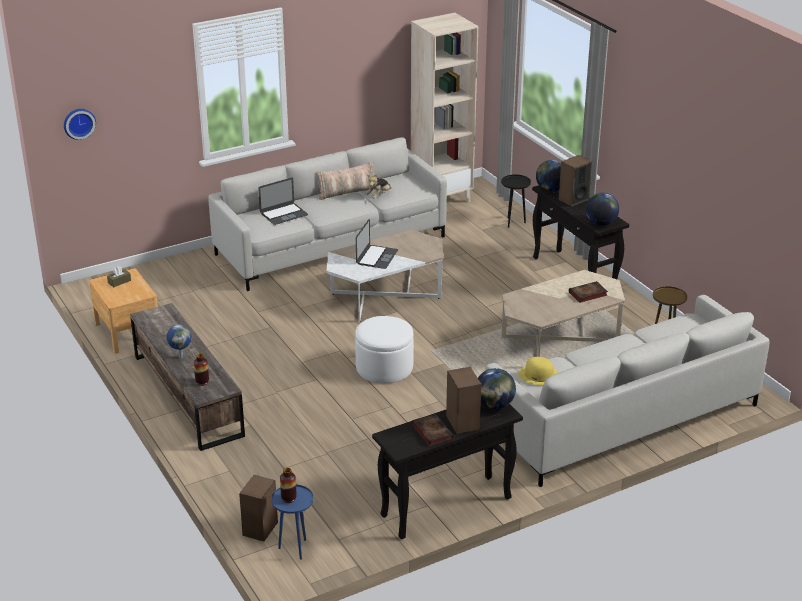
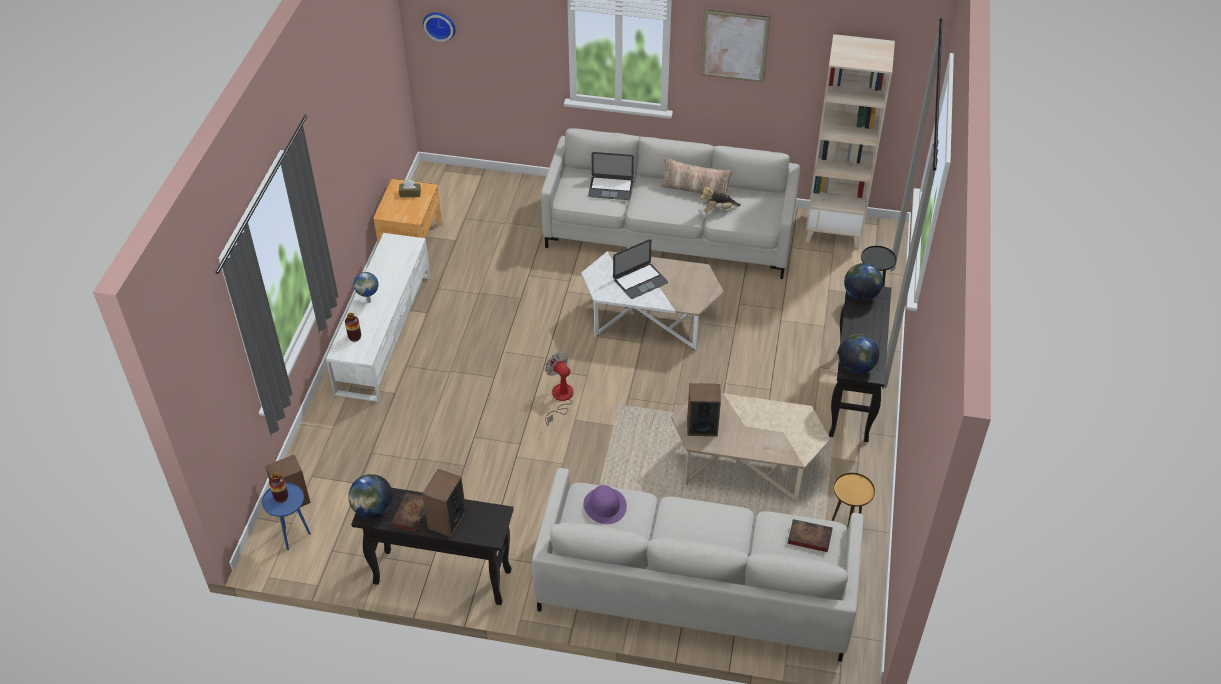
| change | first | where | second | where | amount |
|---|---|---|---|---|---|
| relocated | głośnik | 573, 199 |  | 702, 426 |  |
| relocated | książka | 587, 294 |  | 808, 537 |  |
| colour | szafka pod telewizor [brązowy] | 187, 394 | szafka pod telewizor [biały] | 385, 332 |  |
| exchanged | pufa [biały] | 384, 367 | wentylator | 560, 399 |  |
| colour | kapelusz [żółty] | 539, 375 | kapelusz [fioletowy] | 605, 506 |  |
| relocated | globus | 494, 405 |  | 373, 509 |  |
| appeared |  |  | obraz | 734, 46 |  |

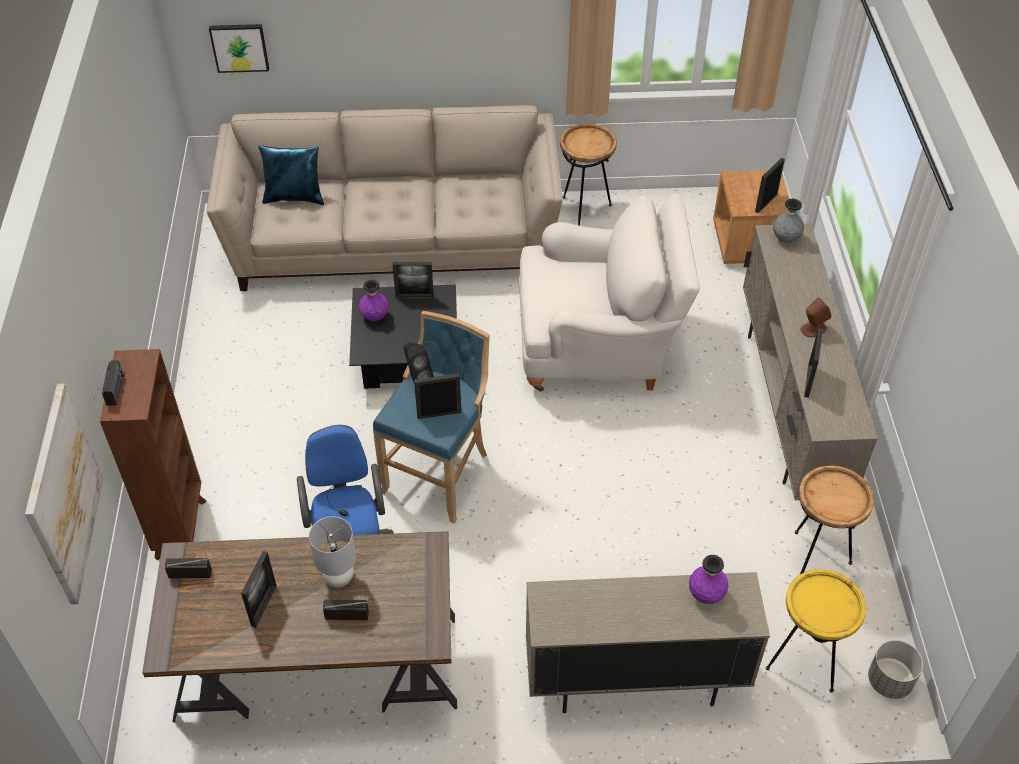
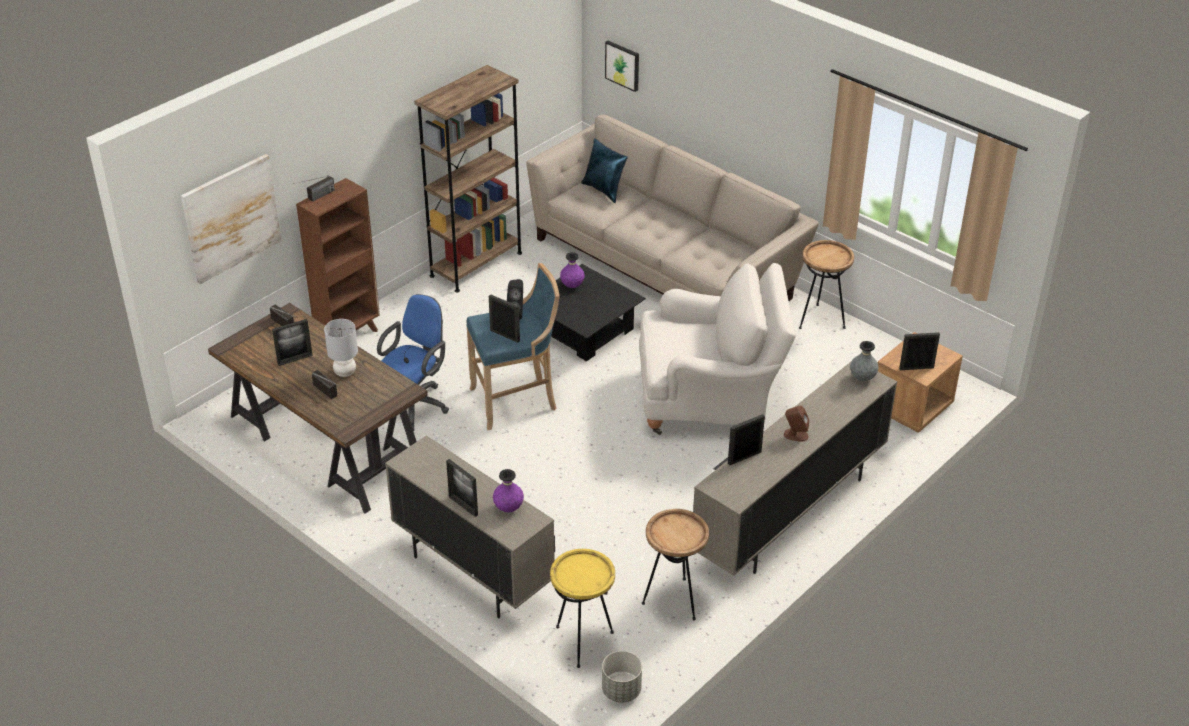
| change | first | where | second | where | amount |
|---|---|---|---|---|---|
| spun | fotel [biały] | 599, 347 |  | 710, 401 | 45 degrees counterclockwise |
| relocated | ramka na zdjęcie | 414, 297 |  | 463, 506 |  |
| appeared |  |  | regał [brązowy] | 476, 264 |  |

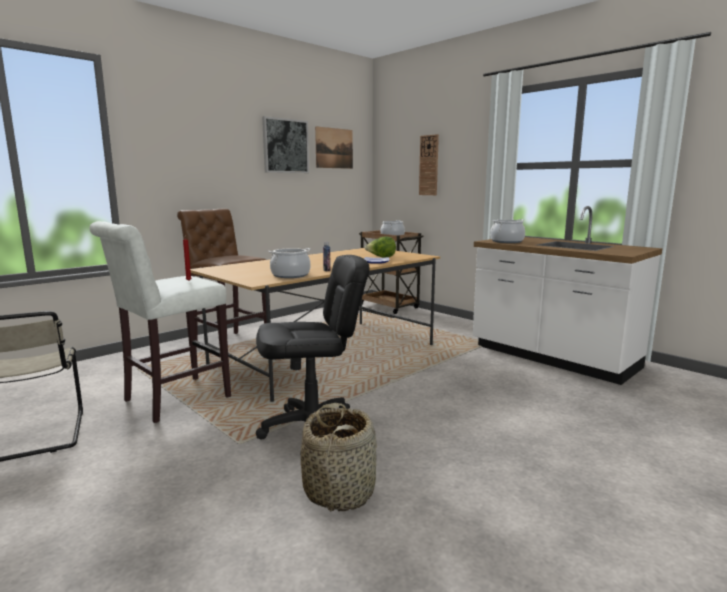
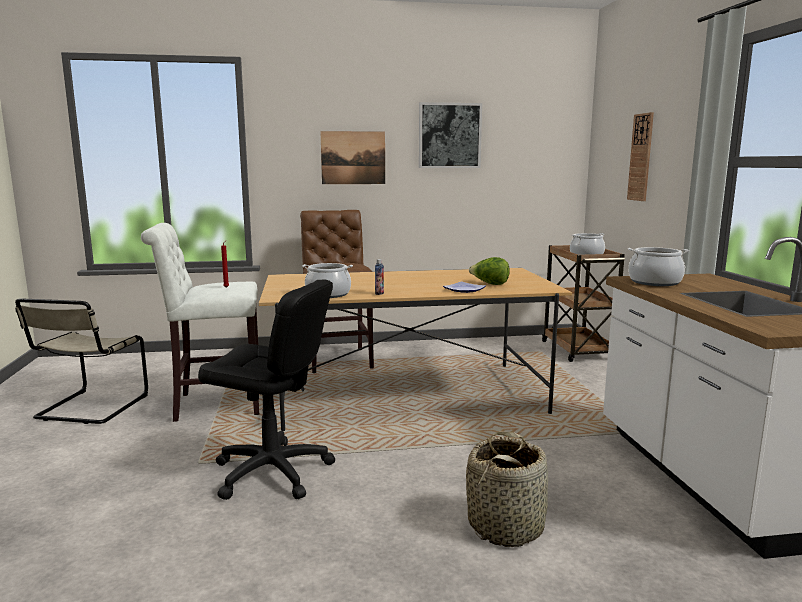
| change | first | where | second | where | amount |
|---|---|---|---|---|---|
| relocated | obraz | 334, 148 |  | 353, 158 |  |
| relocated | koszyk | 339, 490 |  | 506, 526 |  |

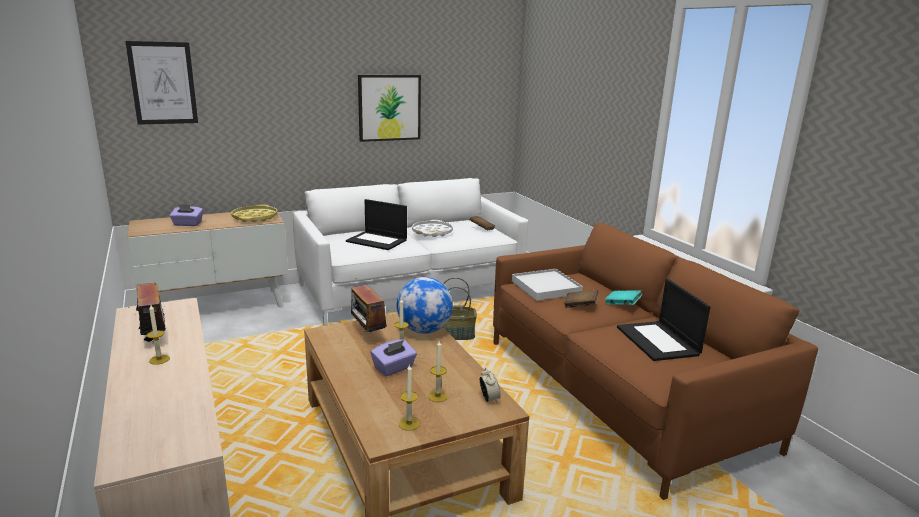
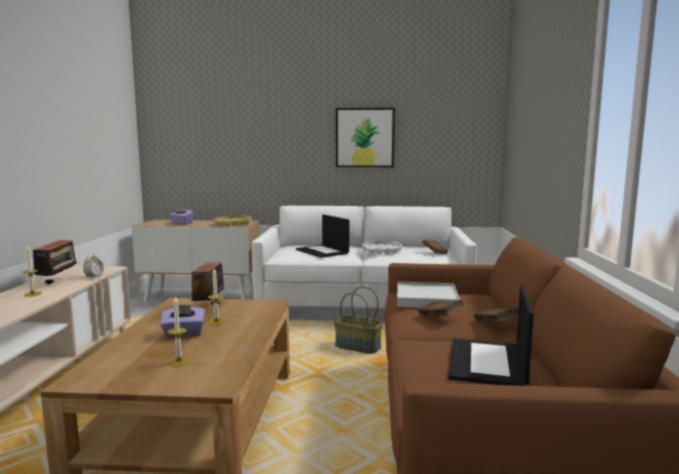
| change | first | where | second | where | amount |
|---|---|---|---|---|---|
| missing | obraz | 163, 83 |  |  |  |
| missing | globus | 424, 330 |  |  |  |
| colour | książka [turkusowy] | 622, 305 | książka [brązowy] | 494, 324 |  |
| missing | świeca | 409, 424 |  |  |  |
| relocated | budzik | 489, 399 |  | 94, 277 |  |

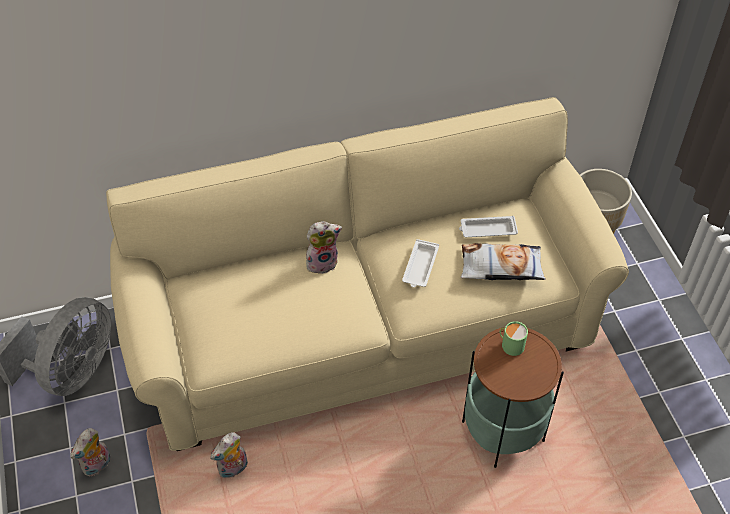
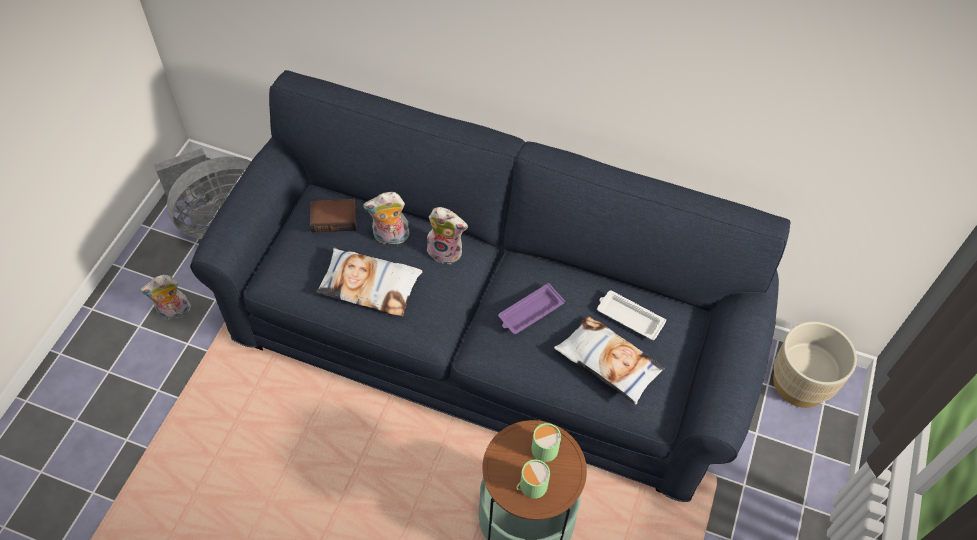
| change | first | where | second | where | amount |
|---|---|---|---|---|---|
| colour | kanapa [beżowy] | 365, 328 | kanapa [niebieski] | 486, 340 |  |
| colour | taca [biały] | 420, 267 | taca [fioletowy] | 530, 312 |  |
| relocated | pluszak | 233, 469 |  | 390, 237 |  |
| appeared |  |  | książka | 334, 218 |  |
| appeared |  |  | poduszka | 370, 285 |  |
| appeared |  |  | kubek [zielony] | 530, 486 |  |

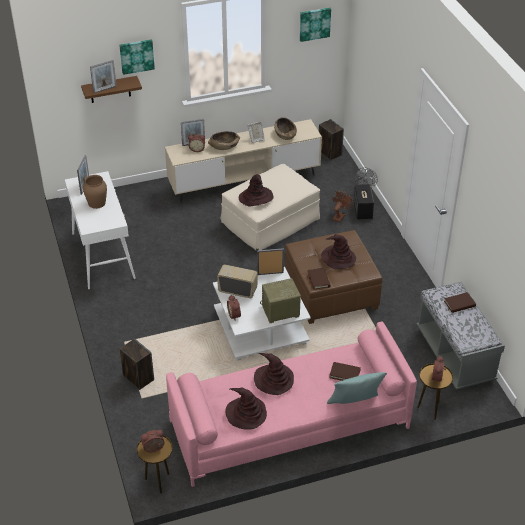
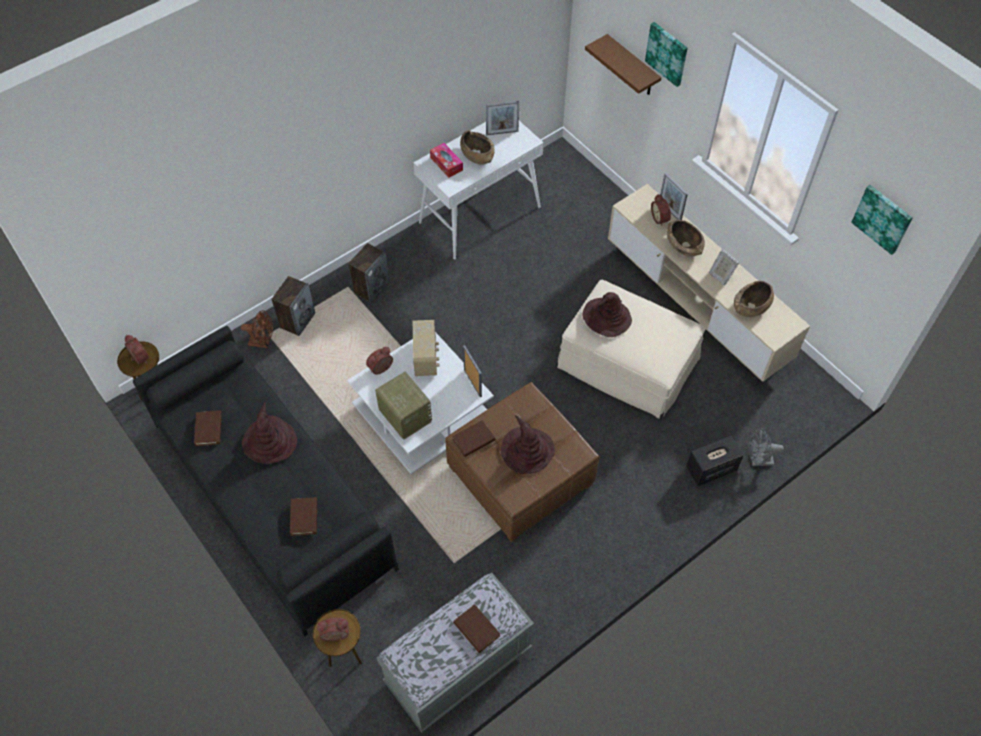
| change | first | where | second | where | amount |
|---|---|---|---|---|---|
| missing | ramka na zdjęcie | 105, 89 |  |  |  |
| relocated | głośnik | 329, 153 |  | 371, 287 |  |
| exchanged | wazon [brązowy] | 97, 203 | miska [brązowy] | 477, 154 |  |
| relocated | wentylator [brązowy] | 339, 216 |  | 263, 342 |  |
| colour | kanapa [różowy] | 289, 424 | kanapa [czarny] | 272, 495 |  |
| missing | poduszka [turkusowy] | 354, 405 |  |  |  |
| exchanged | kapelusz [brązowy] | 246, 413 | książka [brązowy] | 208, 429 |  |
| appeared |  |  | pudełko chusteczek | 446, 164 |  |

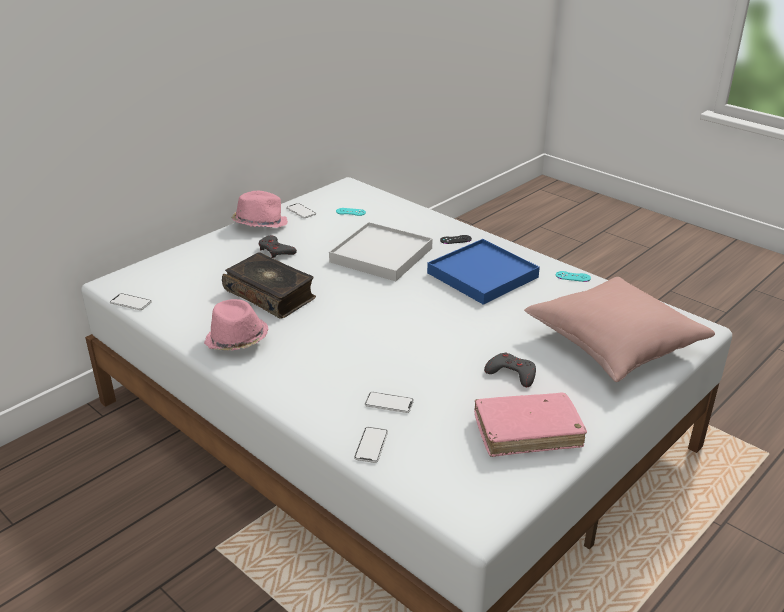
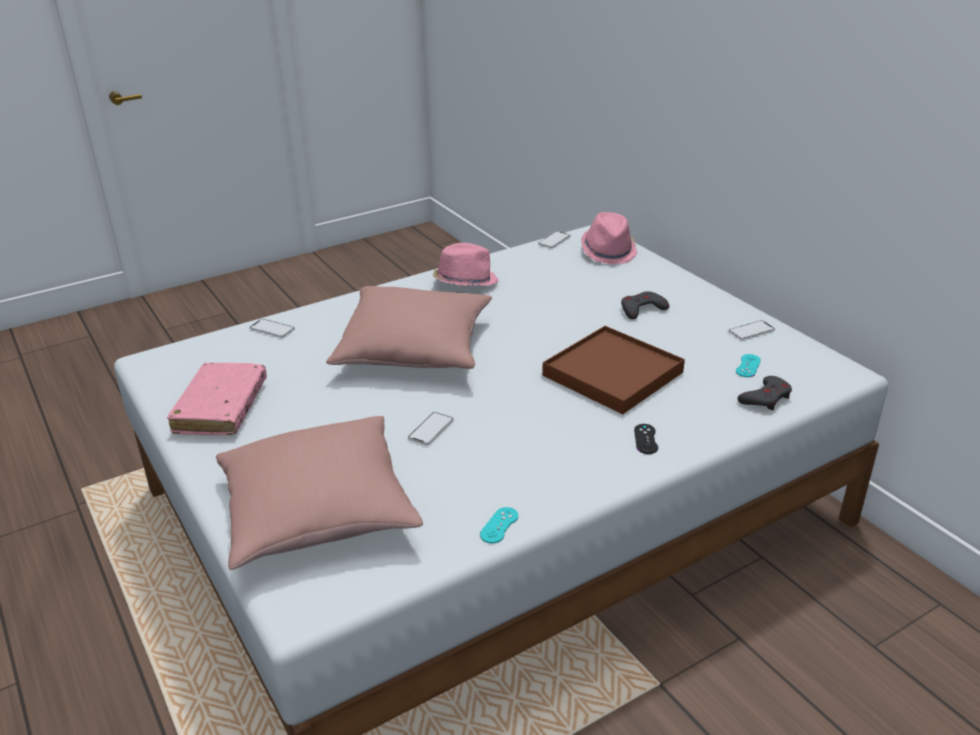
| change | first | where | second | where | amount |
|---|---|---|---|---|---|
| relocated | kapelusz [różowy] | 260, 224 |  | 608, 251 |  |
| colour | taca [biały] | 381, 255 | taca [brązowy] | 612, 374 |  |
| missing | taca [niebieski] | 482, 275 |  |  |  |
| missing | książka | 271, 294 |  |  |  |
| relocated | pad do gier [szary] | 511, 373 |  | 766, 398 |  |
| relocated | telefon | 389, 403 |  | 431, 429 |  |
| appeared |  |  | poduszka [różowy] | 414, 348 |  |

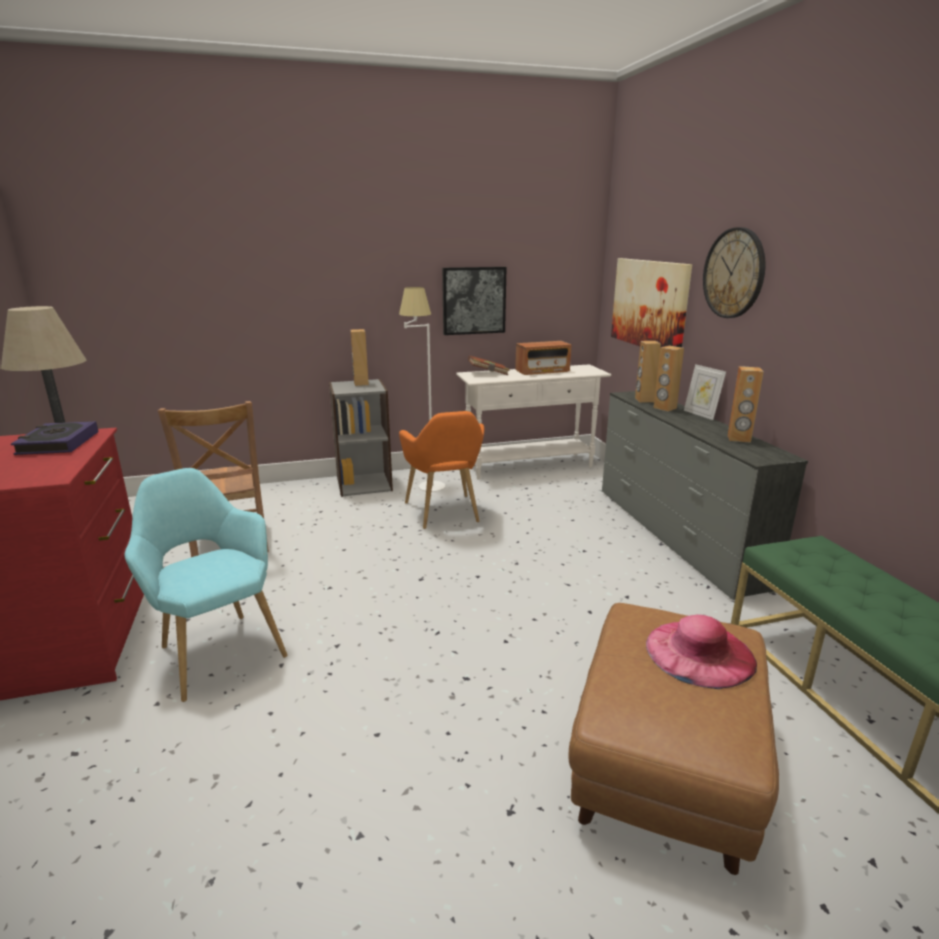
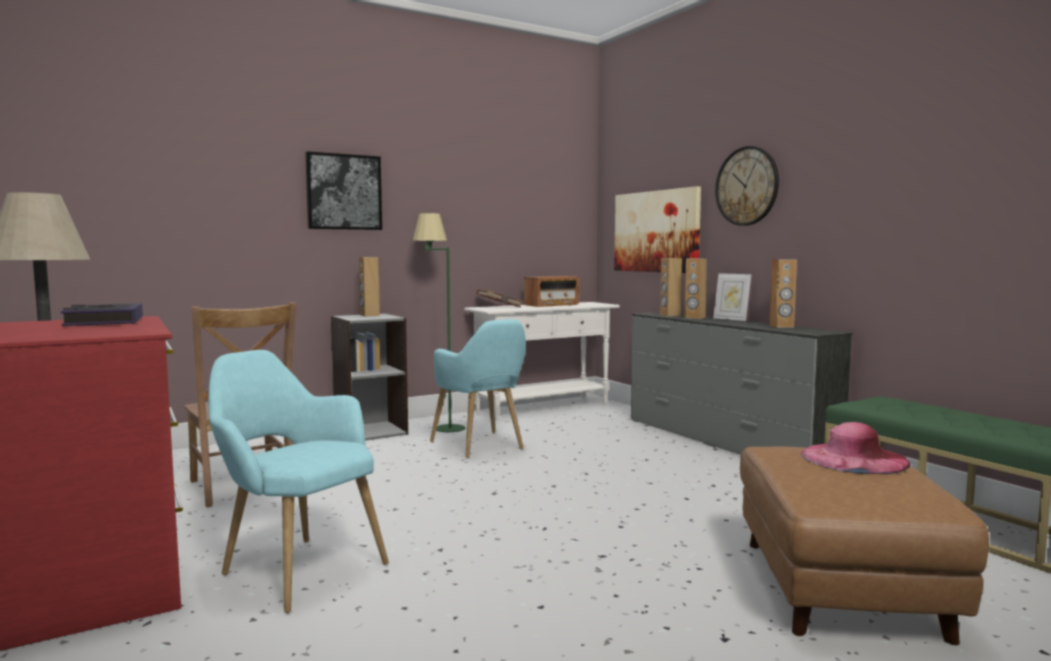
| change | first | where | second | where | amount |
|---|---|---|---|---|---|
| relocated | obraz | 473, 300 |  | 344, 192 |  |
| colour | lampa stojąca [biały] | 424, 482 | lampa stojąca [zielony] | 439, 426 |  |
| colour | fotel [pomarańczowy] | 444, 514 | fotel [turkusowy] | 481, 446 |  |

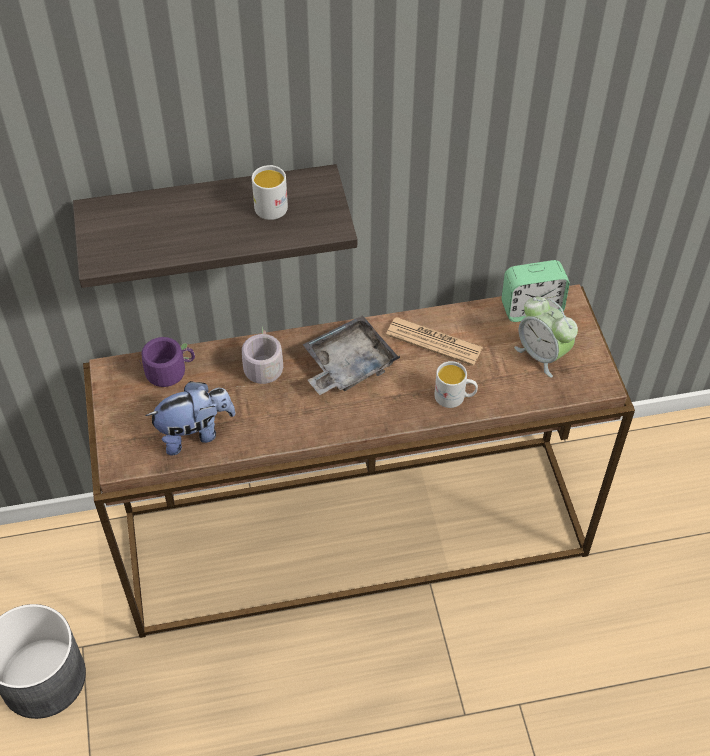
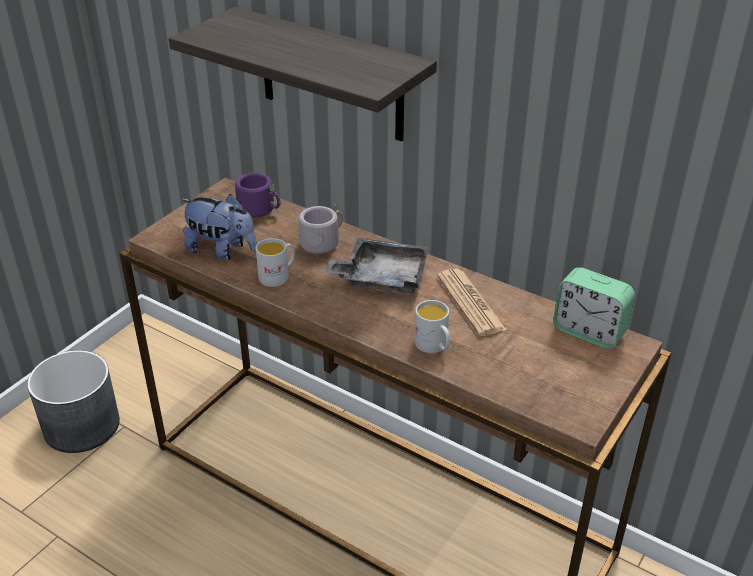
| change | first | where | second | where | amount |
|---|---|---|---|---|---|
| relocated | kubek [biały] | 271, 204 |  | 278, 276 |  |
| missing | budzik | 542, 355 |  |  |  |

